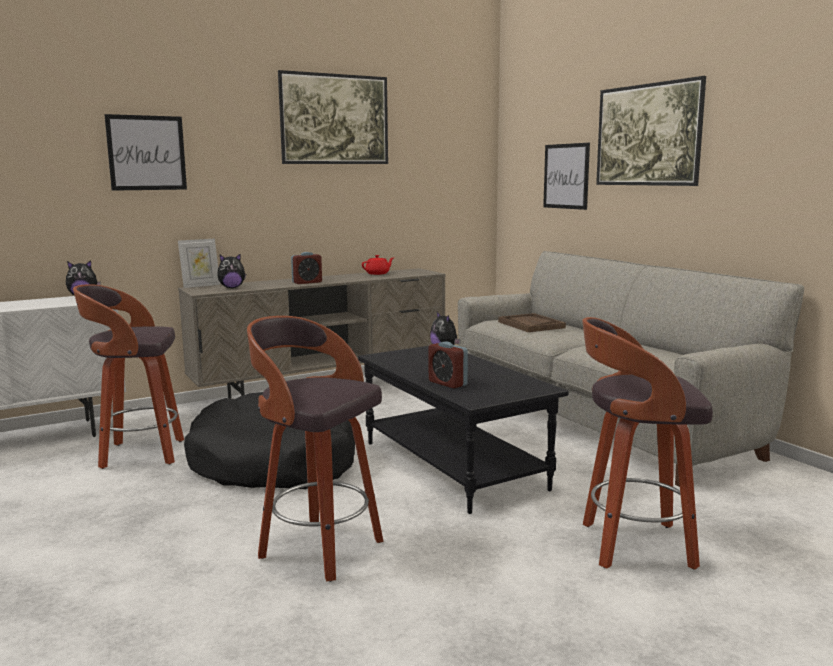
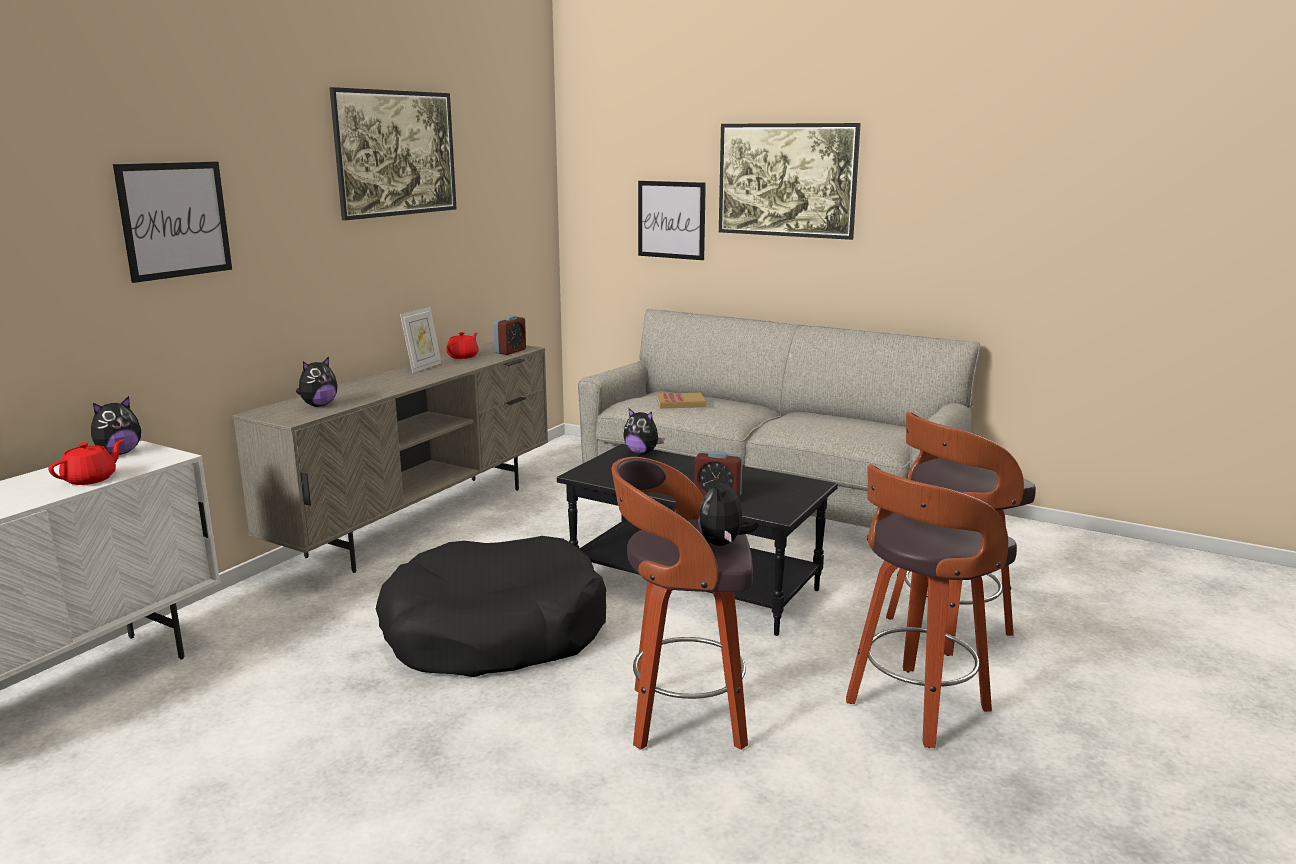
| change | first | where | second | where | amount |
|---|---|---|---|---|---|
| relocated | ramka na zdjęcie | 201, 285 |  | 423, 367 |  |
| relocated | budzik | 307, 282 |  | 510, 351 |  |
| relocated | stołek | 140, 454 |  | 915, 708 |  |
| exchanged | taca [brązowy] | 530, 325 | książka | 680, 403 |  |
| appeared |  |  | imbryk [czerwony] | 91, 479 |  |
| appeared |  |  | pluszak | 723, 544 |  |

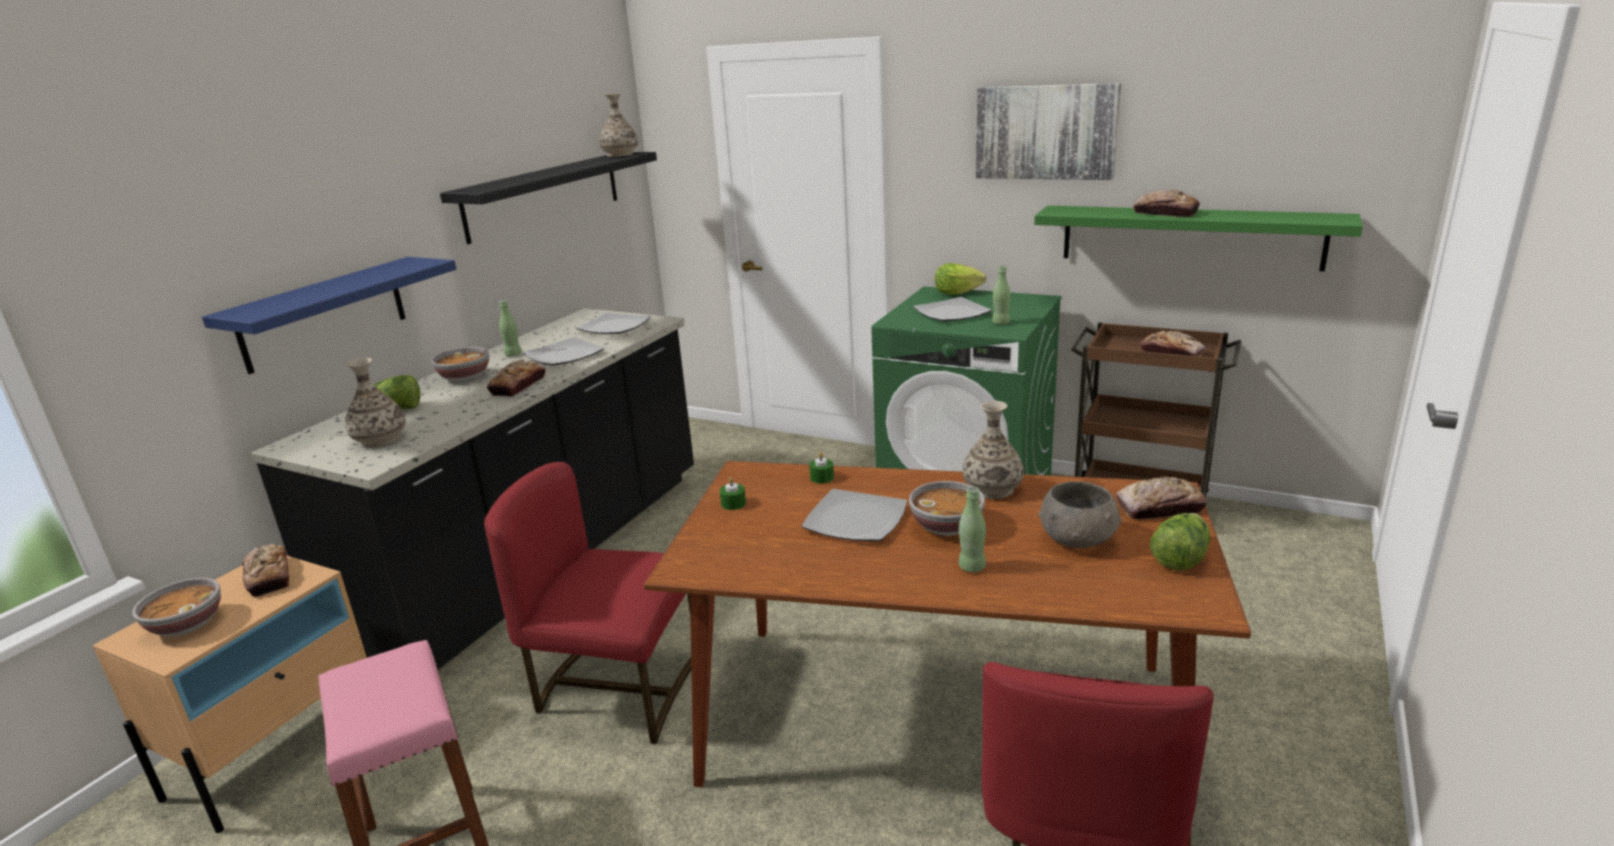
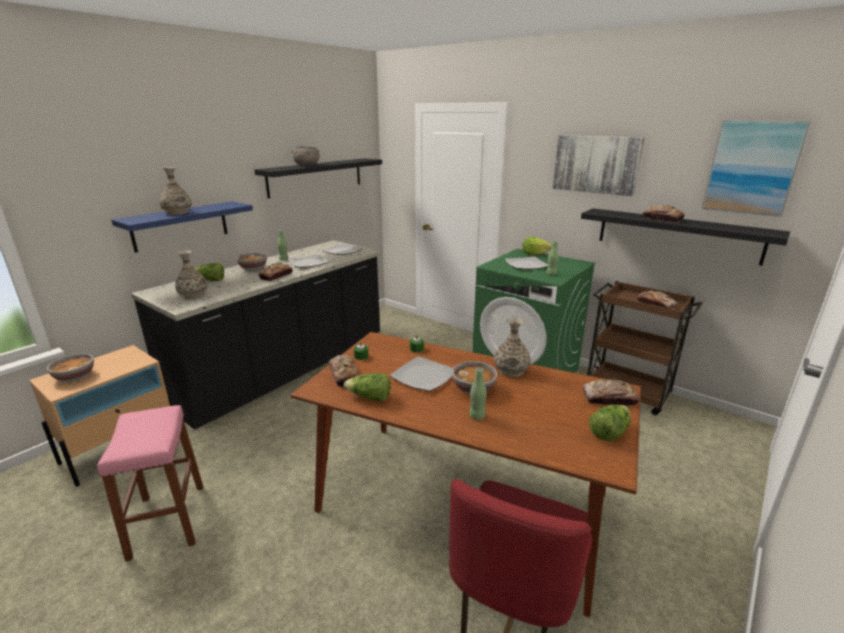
| change | first | where | second | where | amount |
|---|---|---|---|---|---|
| relocated | wazon | 620, 154 |  | 177, 212 |  |
| colour | półka [zielony] | 1189, 236 | półka [czarny] | 677, 235 |  |
| missing | krzesło [czerwony] | 617, 688 |  |  |  |
| relocated | miska [szary] | 1079, 539 |  | 307, 165 |  |
| relocated | chleb | 269, 576 |  | 344, 374 |  |
| appeared |  |  | obraz | 752, 167 |  |
| appeared |  |  | sałata | 369, 398 |  |

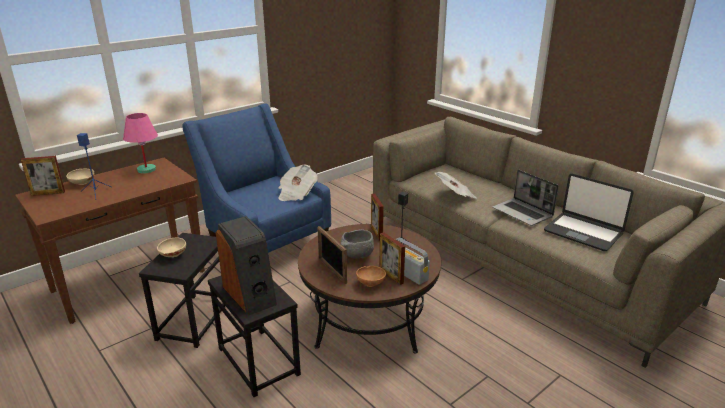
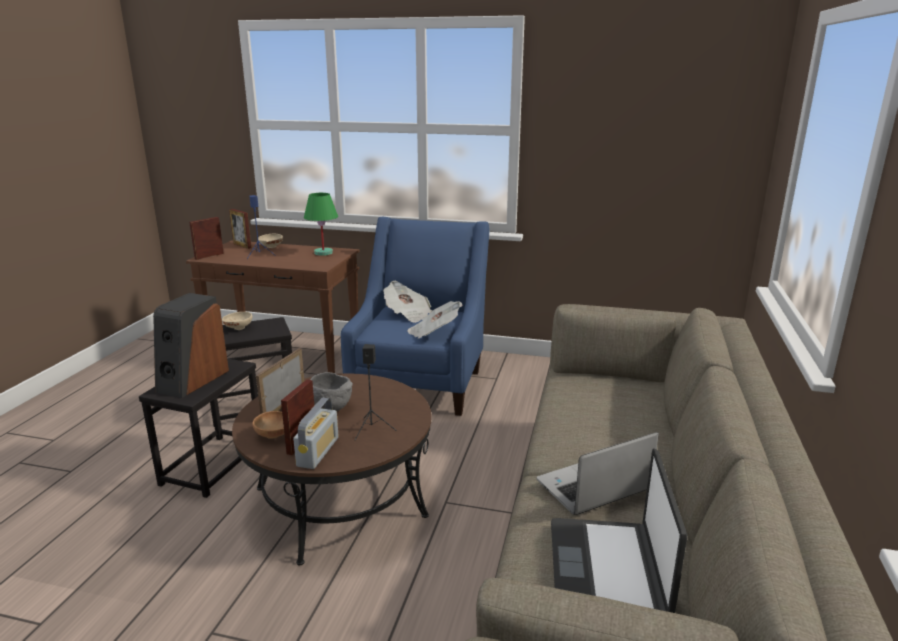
| change | first | where | second | where | amount |
|---|---|---|---|---|---|
| colour | lampa stołowa [różowy] | 147, 169 | lampa stołowa [zielony] | 324, 253 |  |
| spun | laptop | 523, 213 |  | 592, 487 | 45 degrees clockwise |
| relocated | gazeta | 455, 195 |  | 408, 314 |  |
| relocated | ramka na zdjęcie | 376, 233 |  | 209, 256 |  |

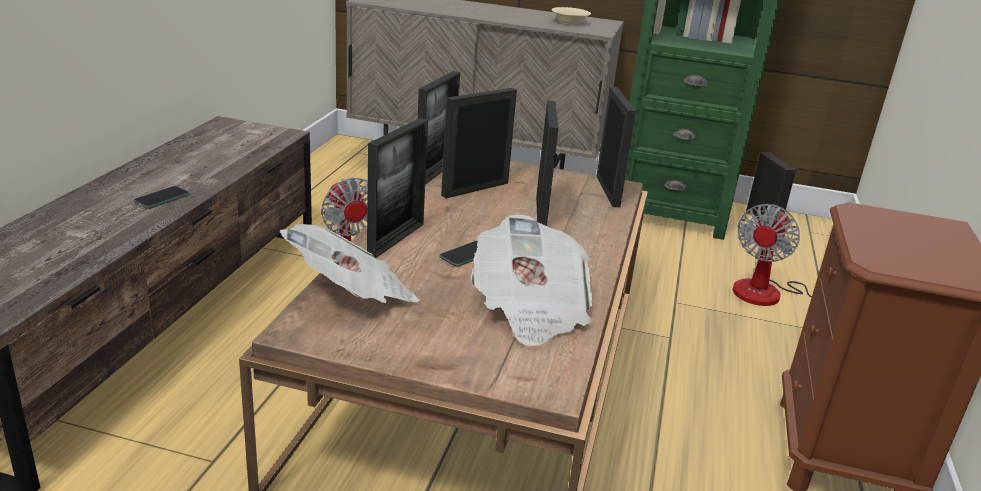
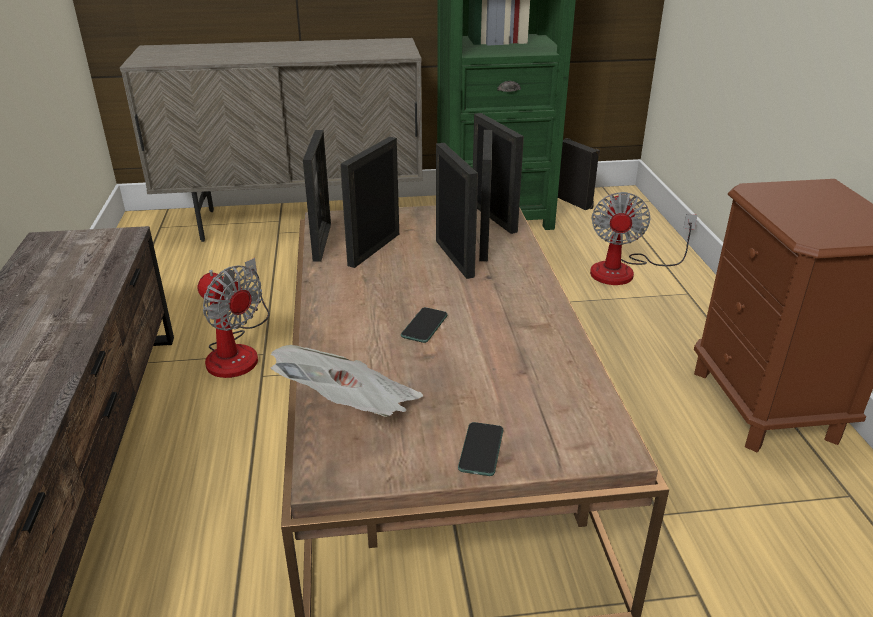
| change | first | where | second | where | amount |
|---|---|---|---|---|---|
| missing | miska [beżowy] | 569, 22 |  |  |  |
| relocated | ramka na zdjęcie | 396, 239 |  | 484, 242 |  |
| relocated | telefon | 162, 198 |  | 481, 450 |  |
| missing | gazeta | 529, 309 |  |  |  |

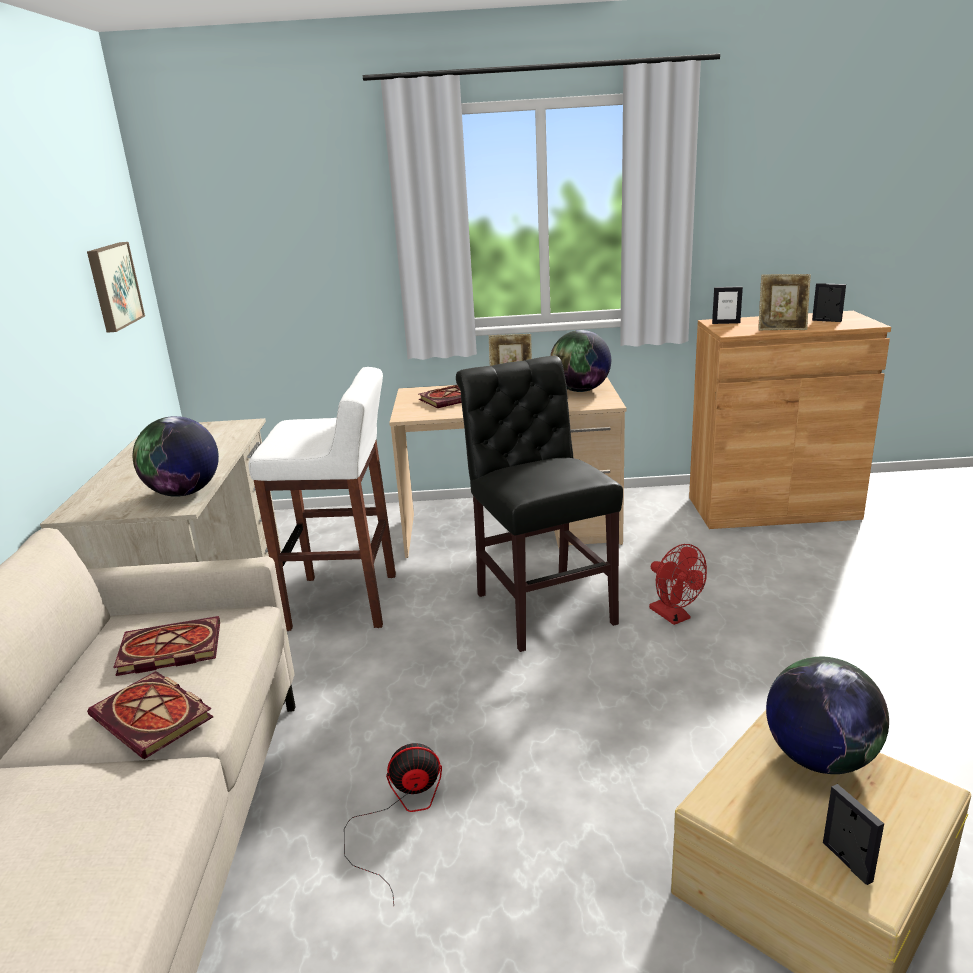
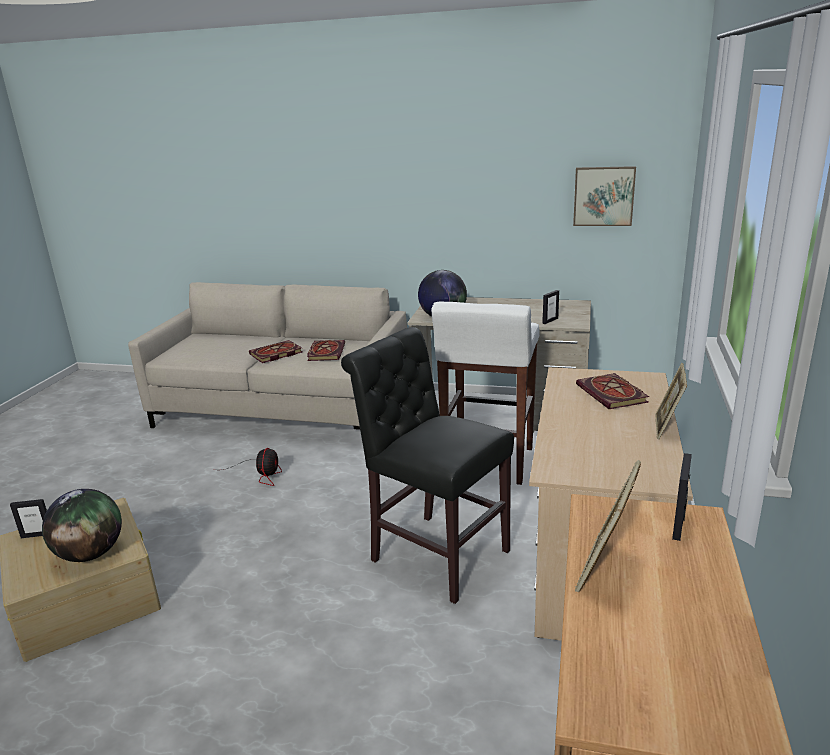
| change | first | where | second | where | amount |
|---|---|---|---|---|---|
| relocated | ramka na zdjęcie | 826, 321 |  | 550, 321 |  |
| missing | globus | 580, 390 |  |  |  |
| spun | krzesło [czarny] | 541, 605 |  | 434, 553 | 135 degrees counterclockwise |
| missing | wentylator [czerwony] | 674, 616 |  |  |  |

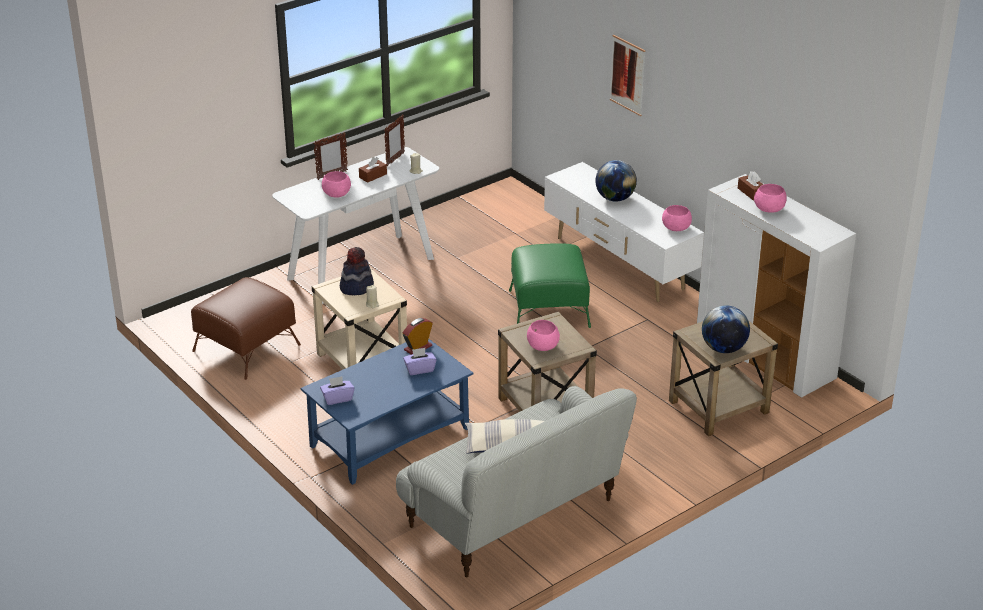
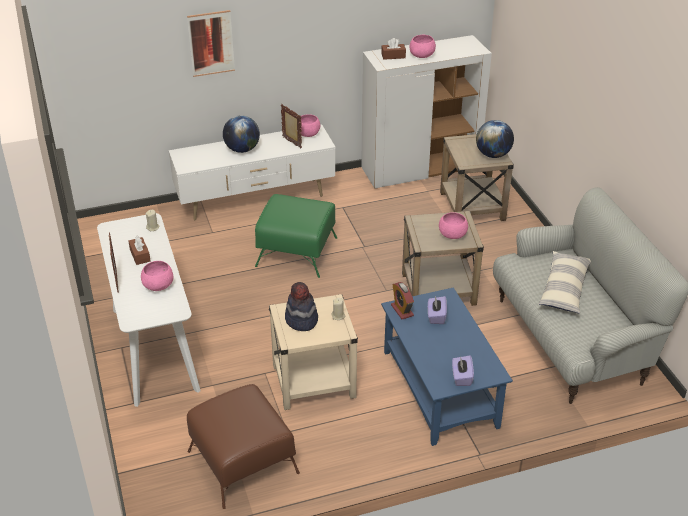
| change | first | where | second | where | amount |
|---|---|---|---|---|---|
| relocated | ramka na zdjęcie | 395, 159 |  | 292, 143 |  |

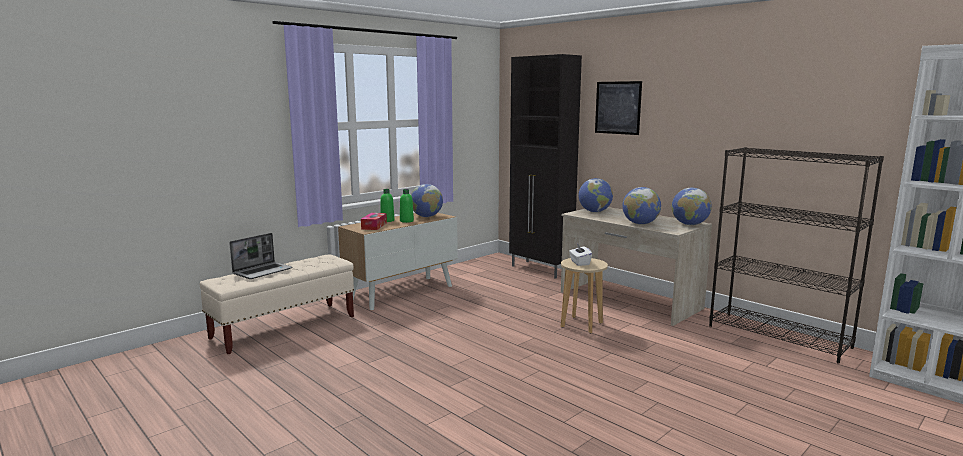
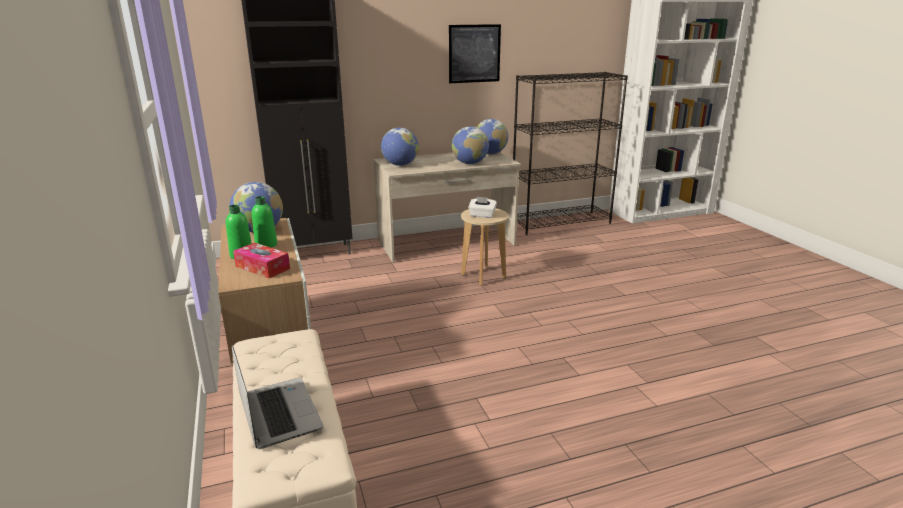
| change | first | where | second | where | amount |
|---|---|---|---|---|---|
| relocated | obraz | 618, 107 |  | 474, 53 |  |

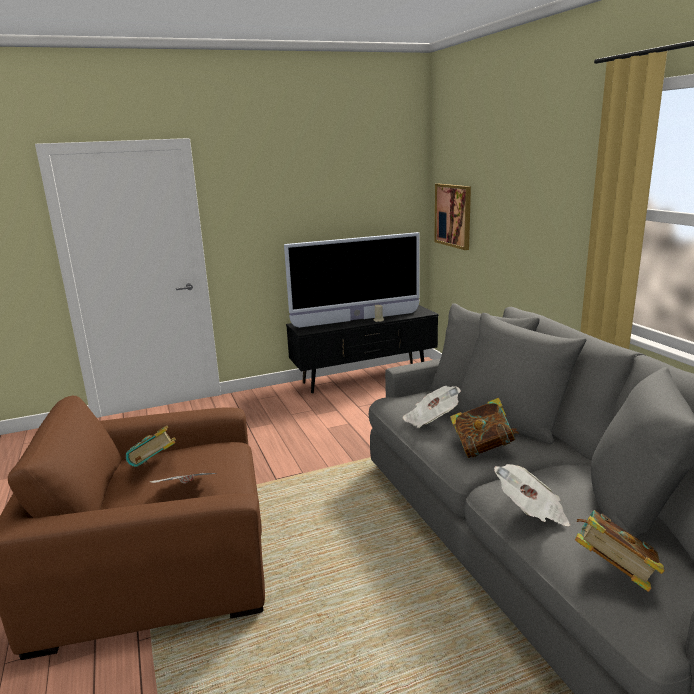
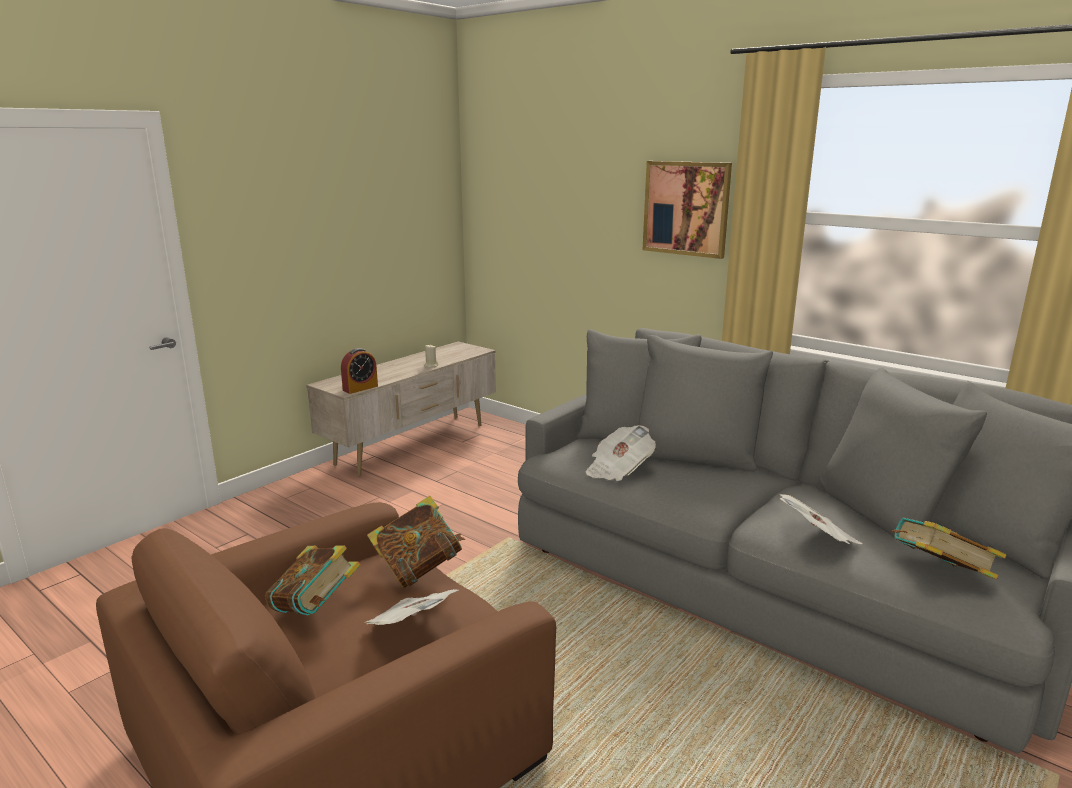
| change | first | where | second | where | amount |
|---|---|---|---|---|---|
| relocated | obraz | 453, 215 |  | 686, 208 |  |
| missing | telewizor | 356, 320 |  |  |  |
| colour | szafka pod telewizor [czarny] | 365, 378 | szafka pod telewizor [beżowy] | 412, 444 |  |
| relocated | książka | 482, 449 |  | 418, 570 |  |
| appeared |  |  | budzik | 360, 388 |  |

